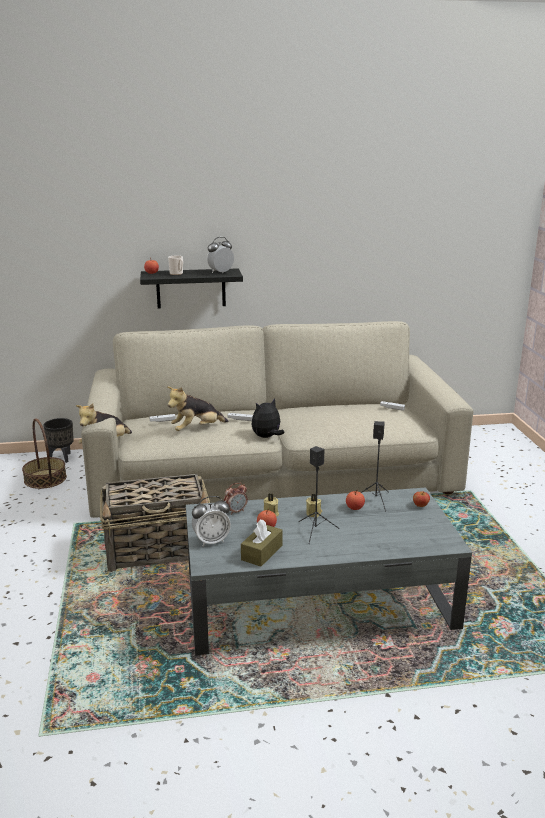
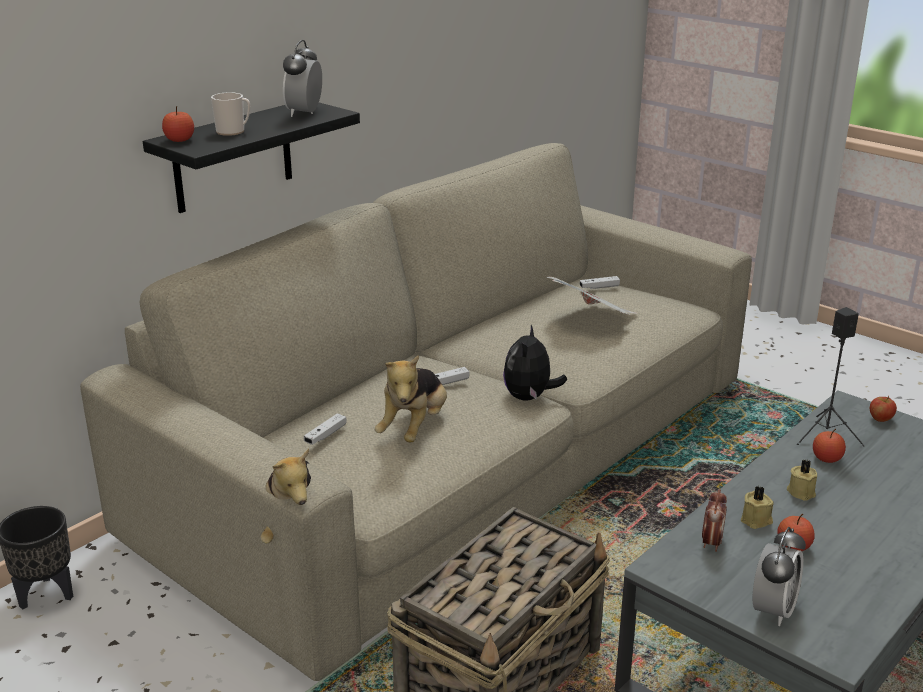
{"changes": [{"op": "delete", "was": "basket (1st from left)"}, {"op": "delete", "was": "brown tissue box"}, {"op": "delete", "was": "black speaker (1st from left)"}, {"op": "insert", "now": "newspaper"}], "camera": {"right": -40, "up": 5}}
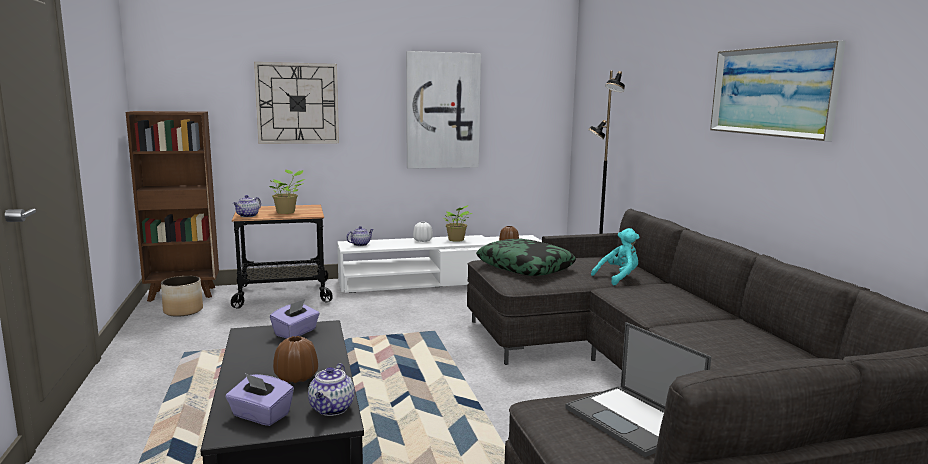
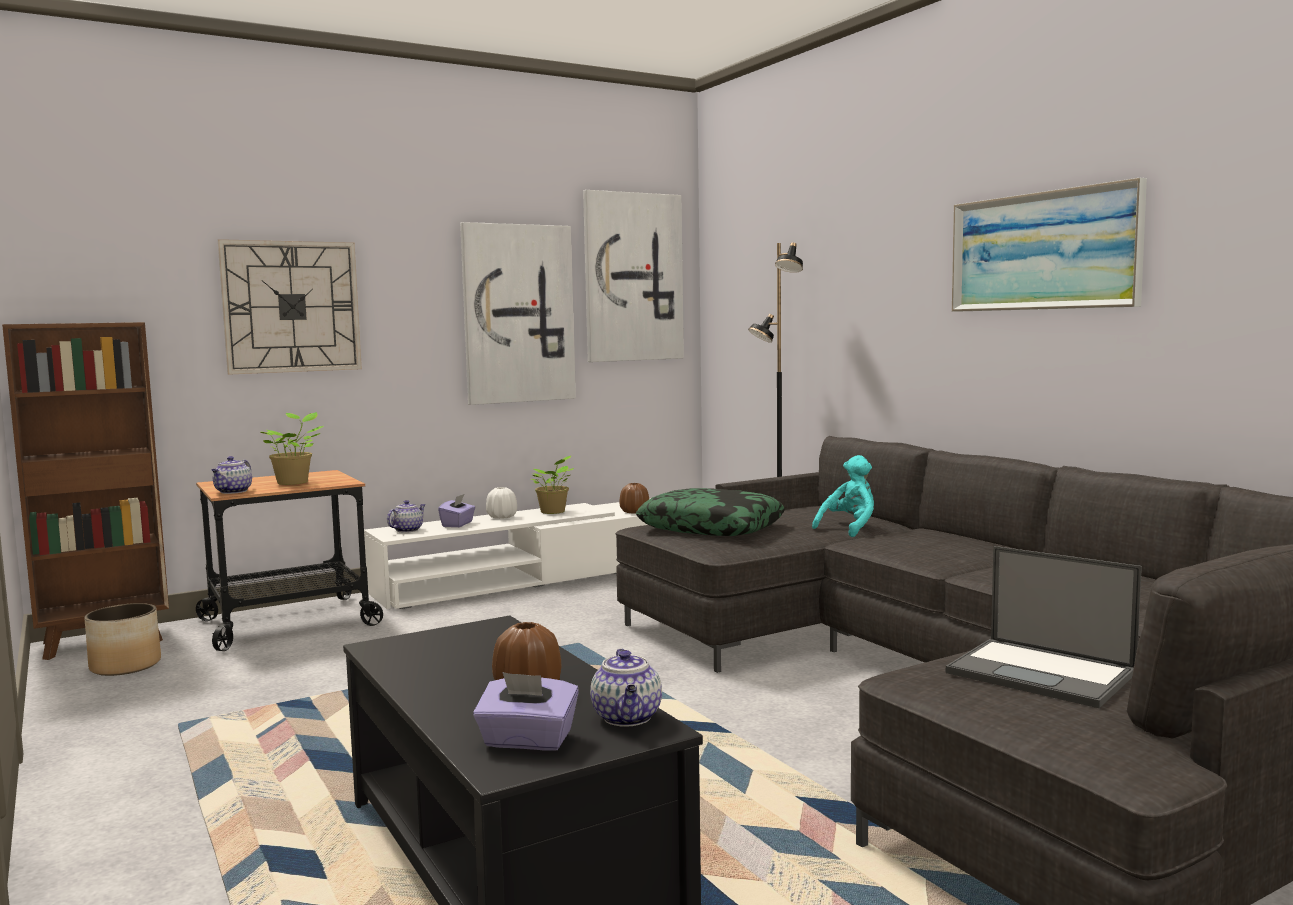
{"changes": [{"op": "move", "was": "purple tissue box (2nd from left in the first image)", "now": "purple tissue box (1st from left)"}, {"op": "insert", "now": "picture (2nd from left)"}], "camera": {"right": -15, "up": -5}}
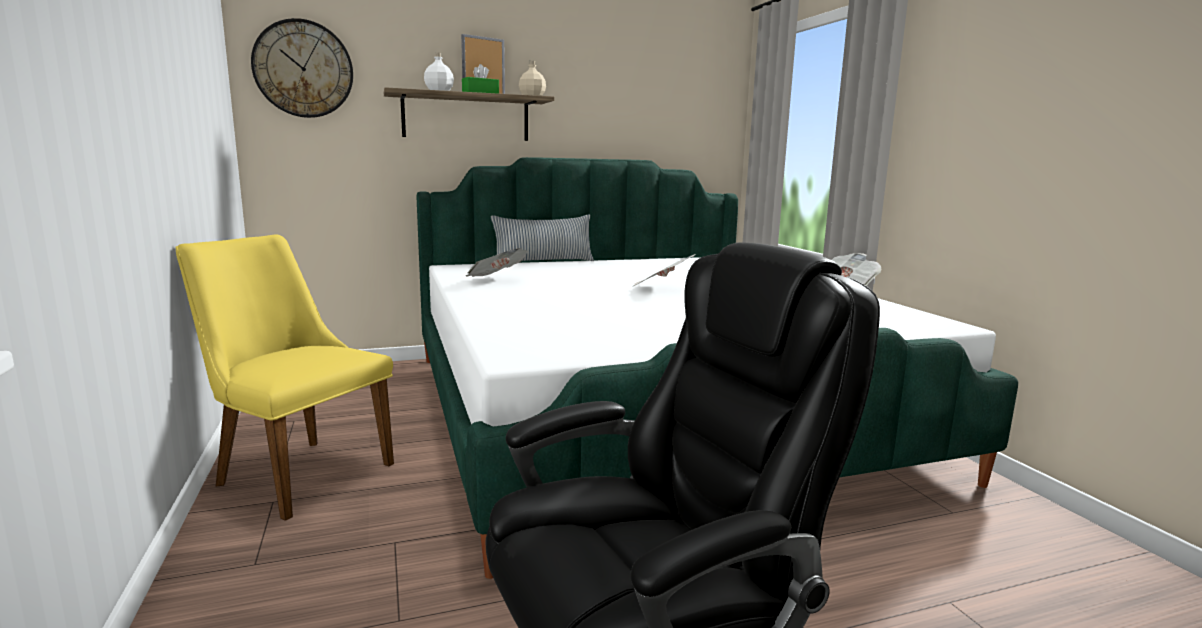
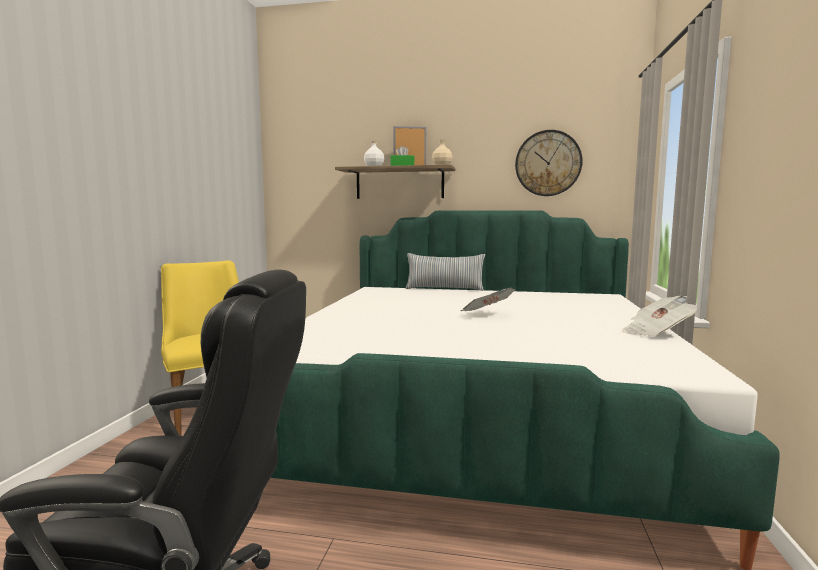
{"changes": [{"op": "move", "was": "wall clock"}, {"op": "delete", "was": "newspaper (1st from left)"}], "camera": {"right": 30, "up": -5}}
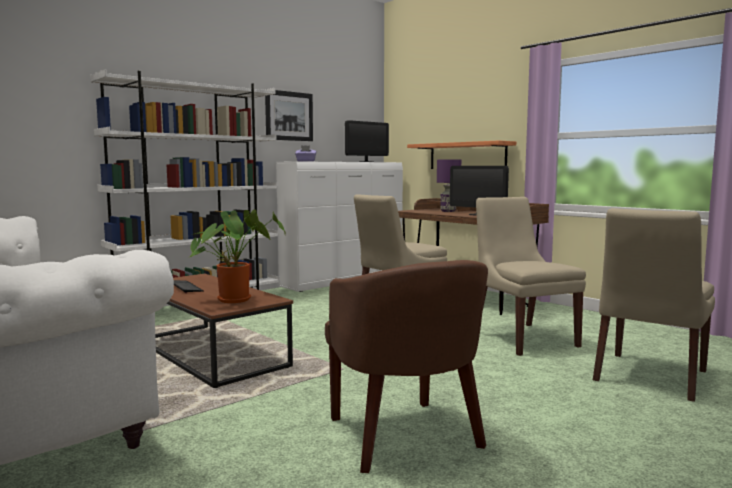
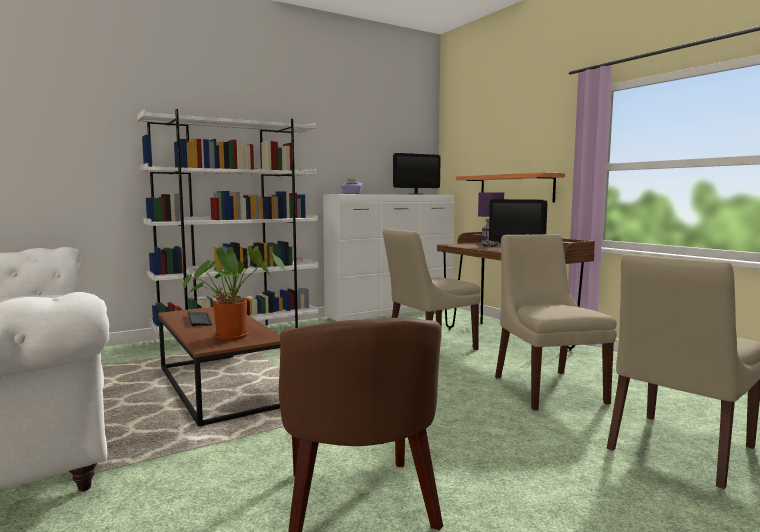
{"changes": [{"op": "delete", "was": "picture"}], "camera": {"right": 10, "up": 0}}
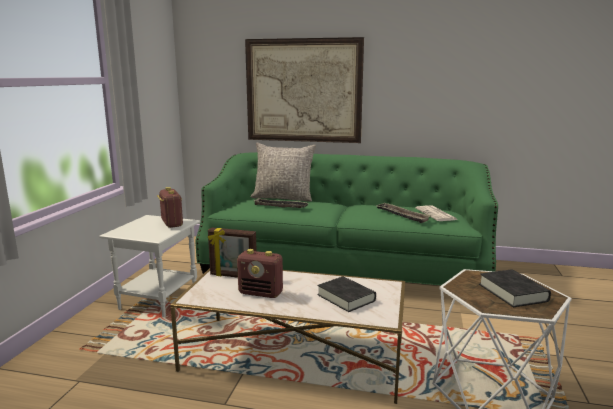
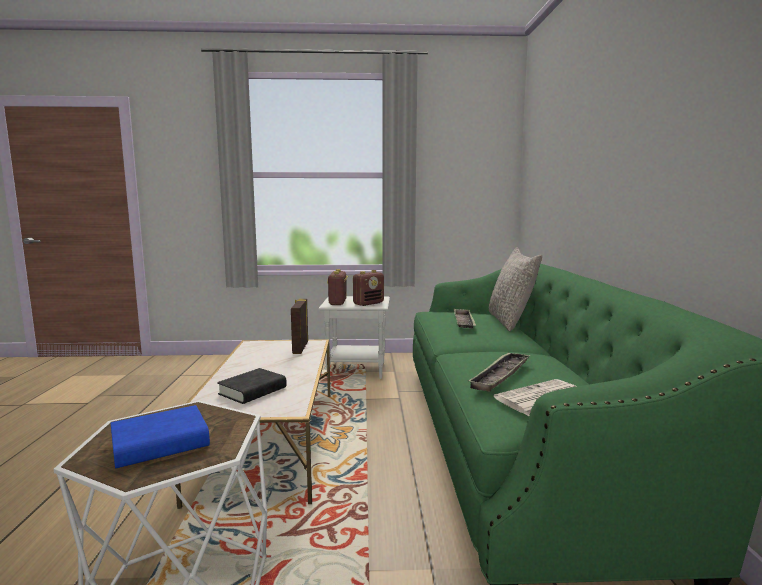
{"changes": [{"op": "move", "was": "radio (2nd from left in the first image)", "now": "radio (1st from left)"}, {"op": "delete", "was": "picture"}, {"op": "recolor", "was": "black book (2nd from left)", "now": "blue book"}], "camera": {"right": 75, "up": -5}}
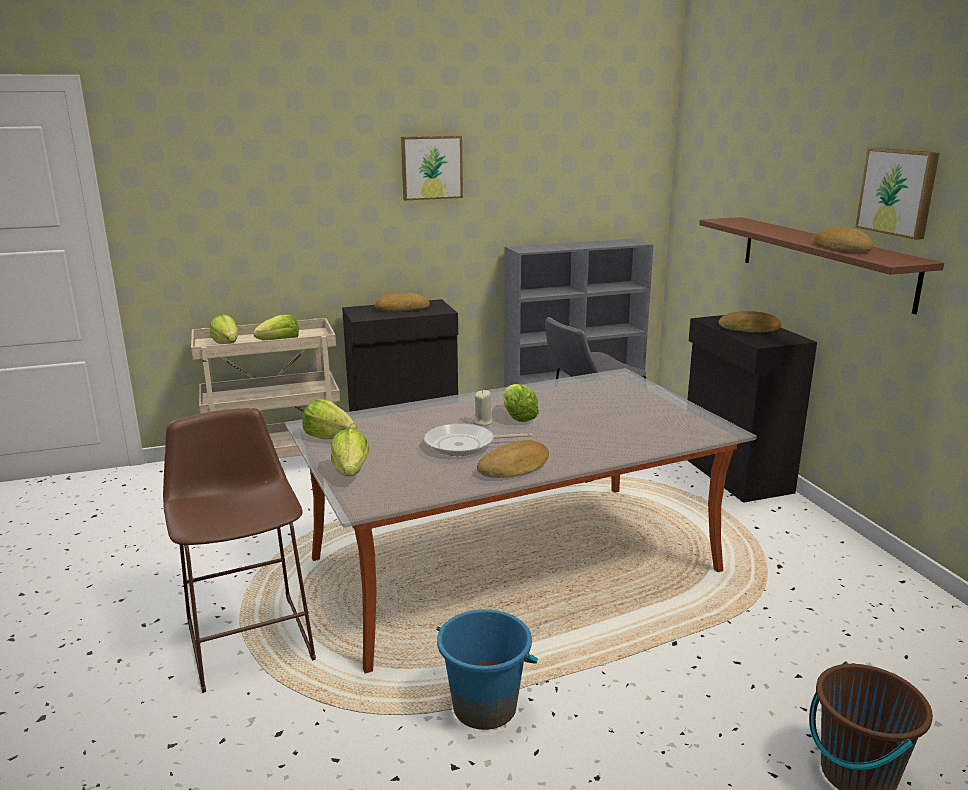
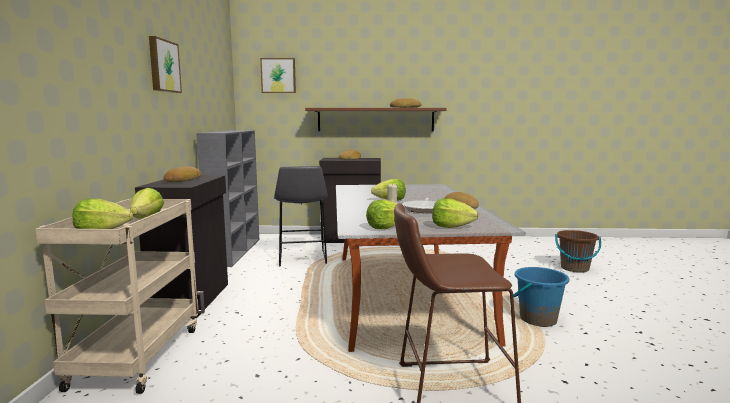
{"changes": [{"op": "move", "was": "picture (2nd from left)"}], "camera": {"right": -70, "up": -10}}
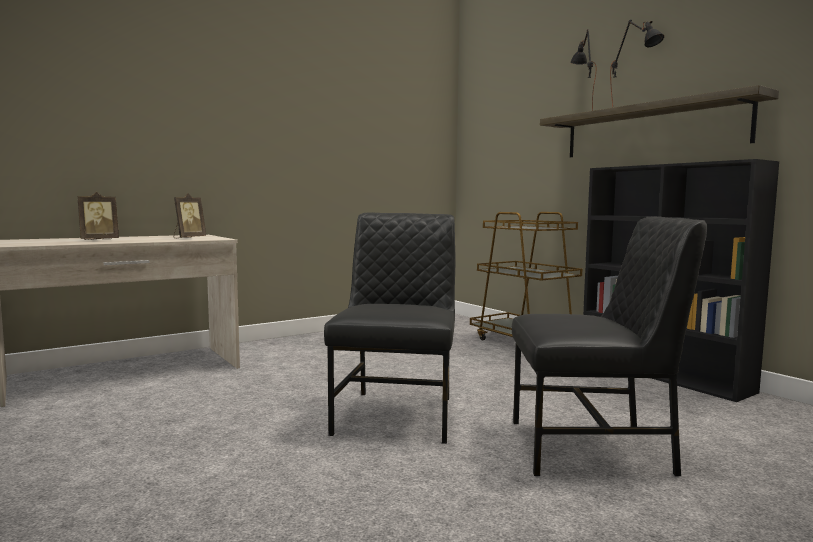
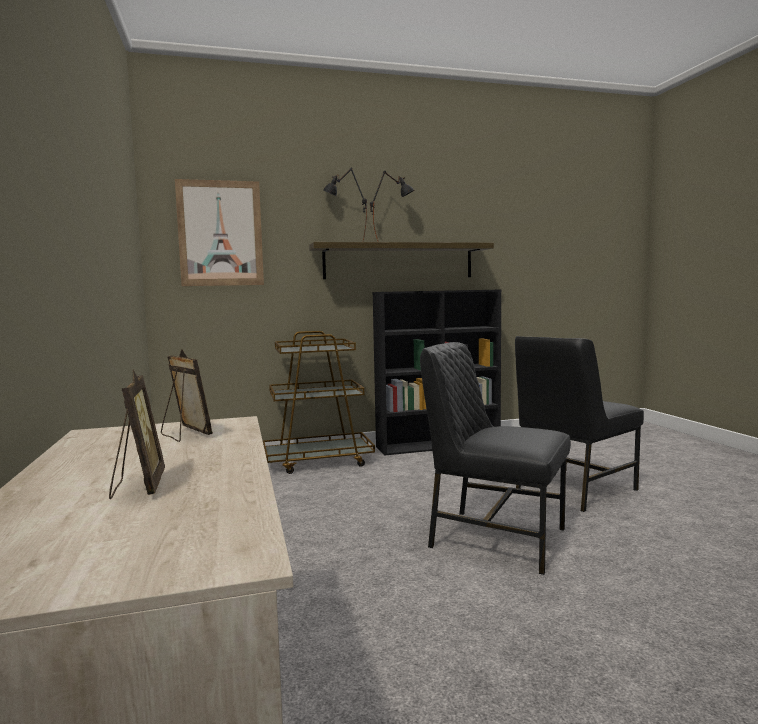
{"changes": [{"op": "rotate", "was": "black chair (2nd from left)", "clockwise": -150}, {"op": "insert", "now": "picture"}], "camera": {"right": -70, "up": 0}}
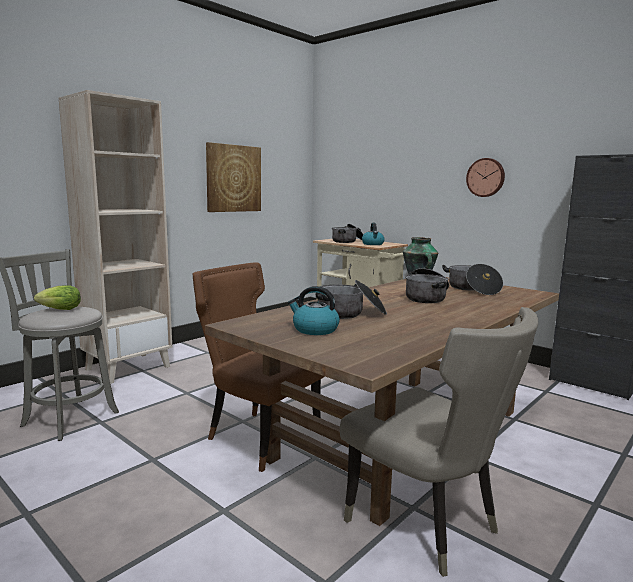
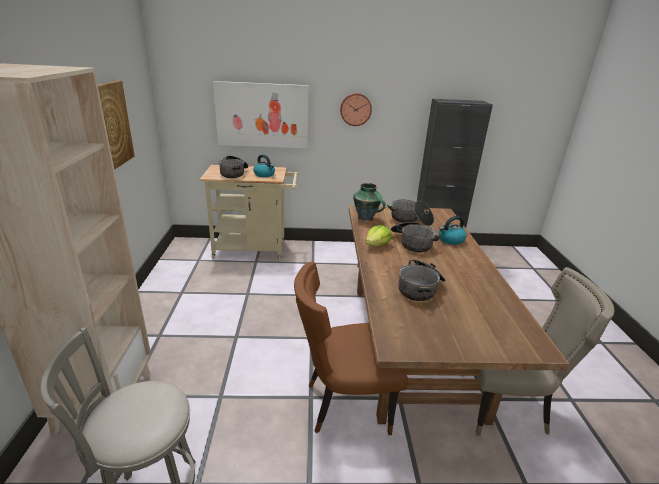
{"changes": [{"op": "move", "was": "lettuce"}, {"op": "move", "was": "kettle (1st from left in the first image)", "now": "kettle (2nd from left)"}, {"op": "insert", "now": "picture (2nd from left)"}], "camera": {"right": -45, "up": 15}}
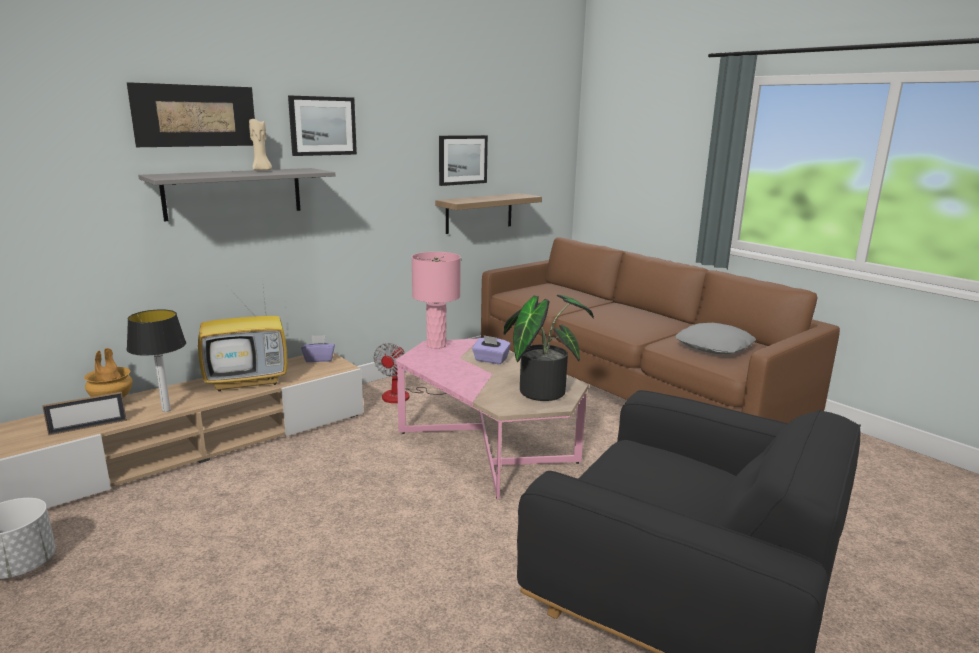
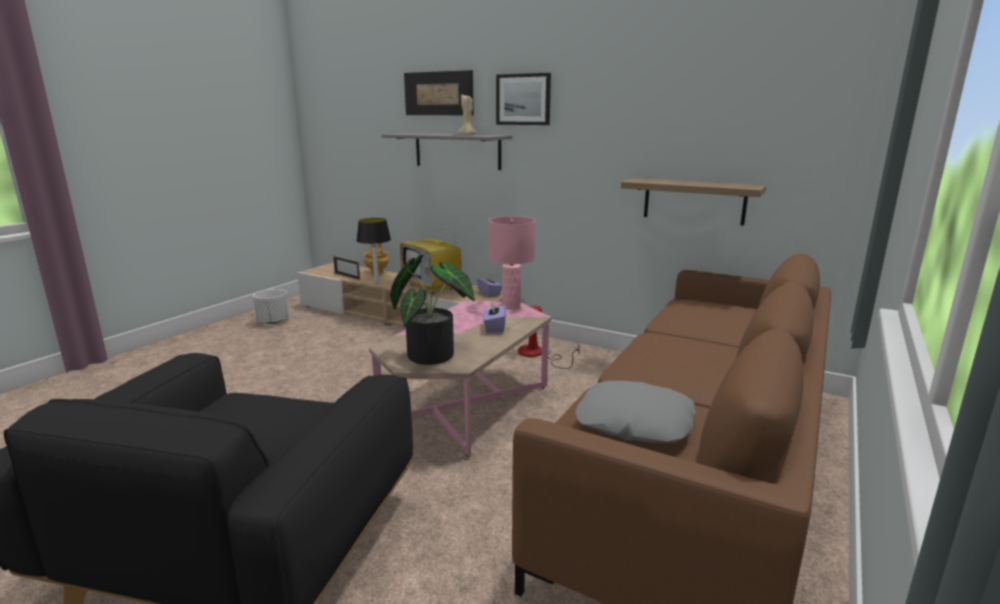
{"changes": [{"op": "delete", "was": "picture (3rd from left)"}], "camera": {"right": 70, "up": 0}}
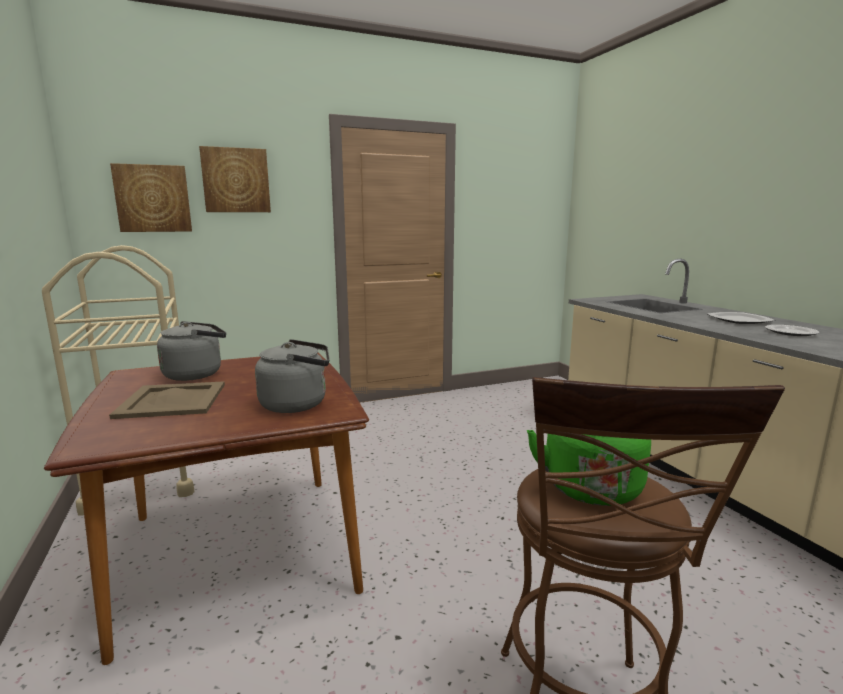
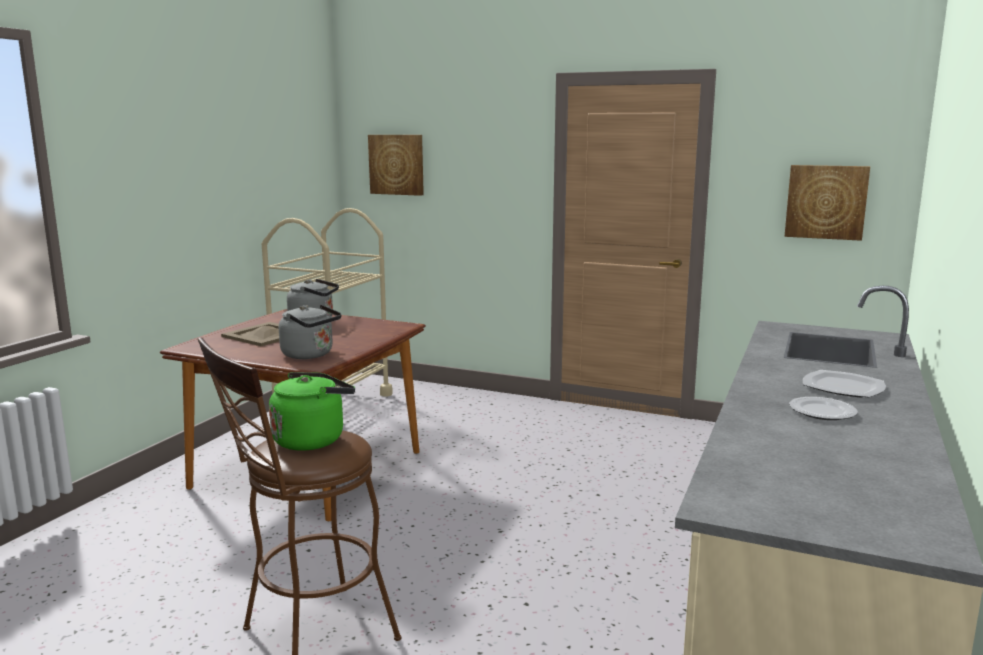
{"changes": [{"op": "move", "was": "picture (2nd from left)"}], "camera": {"right": 45, "up": 0}}
